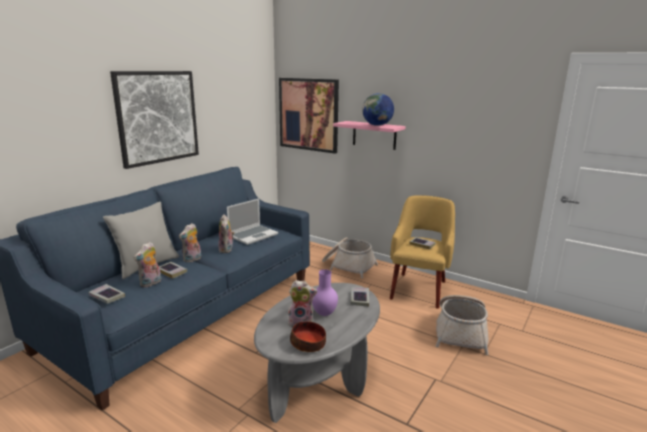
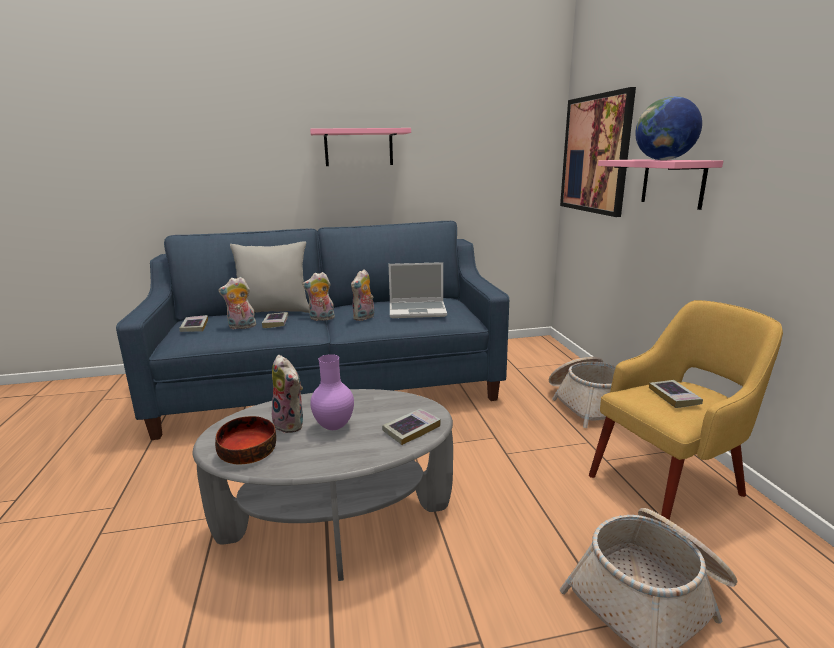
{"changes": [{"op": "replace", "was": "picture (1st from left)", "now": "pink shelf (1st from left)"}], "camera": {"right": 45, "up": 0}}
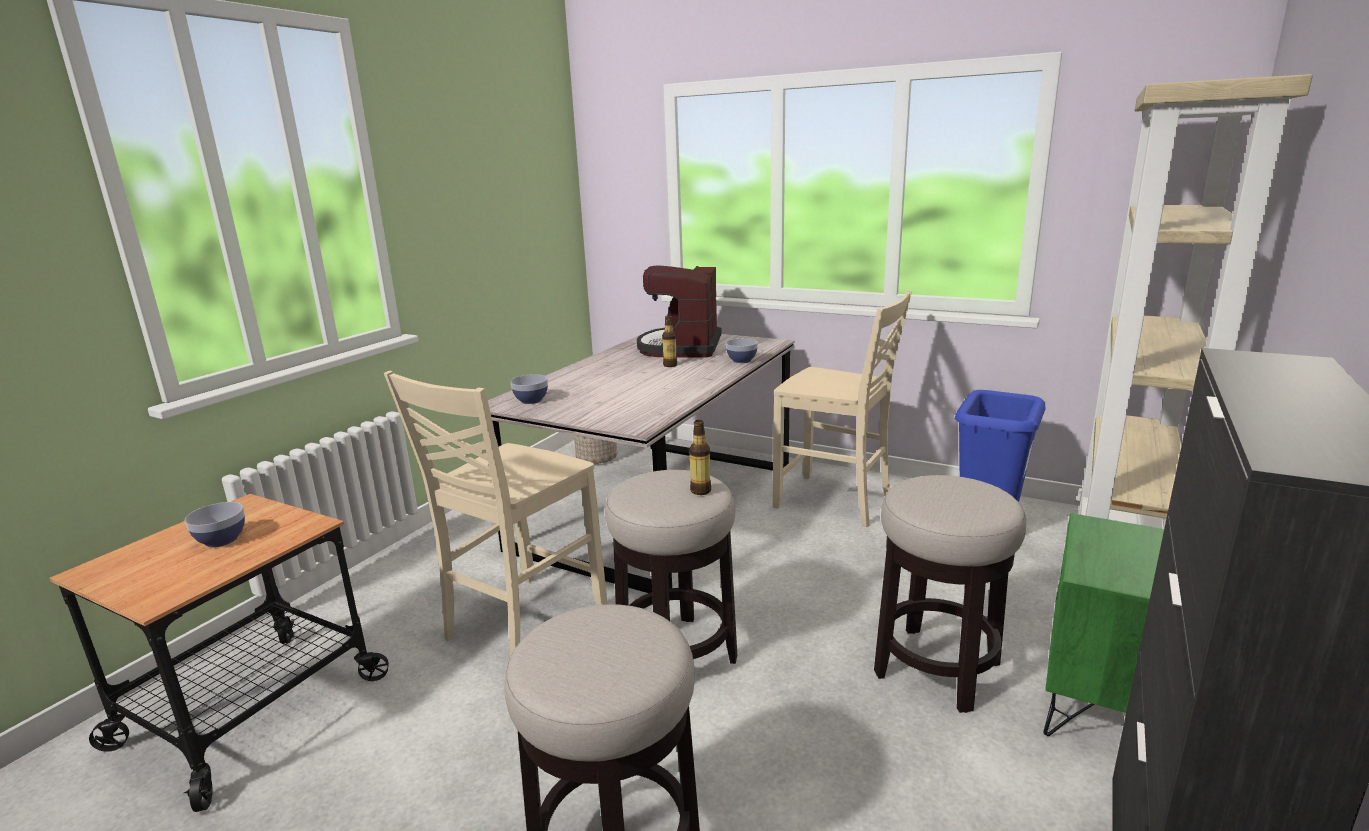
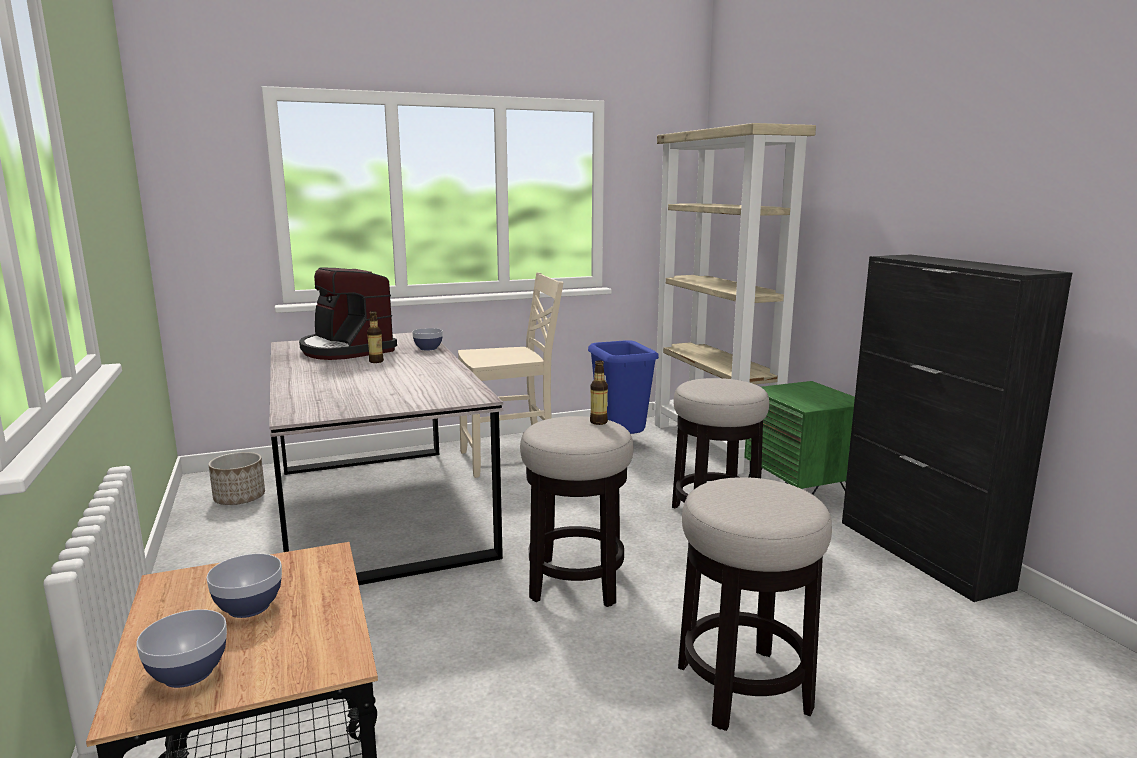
{"changes": [{"op": "delete", "was": "beige chair (1st from left)"}, {"op": "move", "was": "bowl (2nd from left in the first image)", "now": "bowl (1st from left)"}], "camera": {"right": -50, "up": -5}}
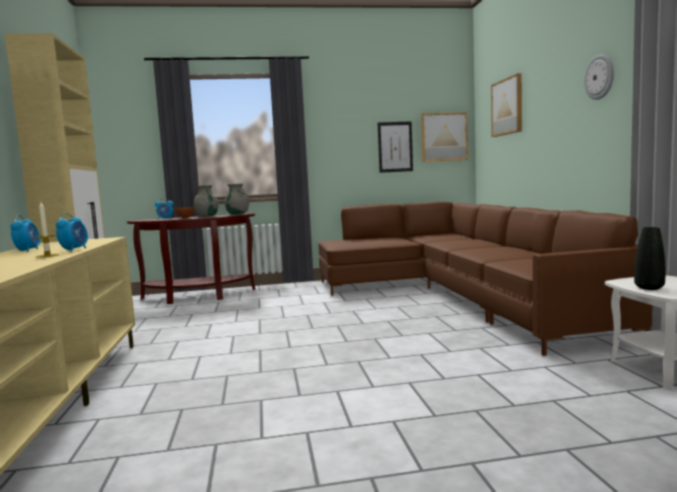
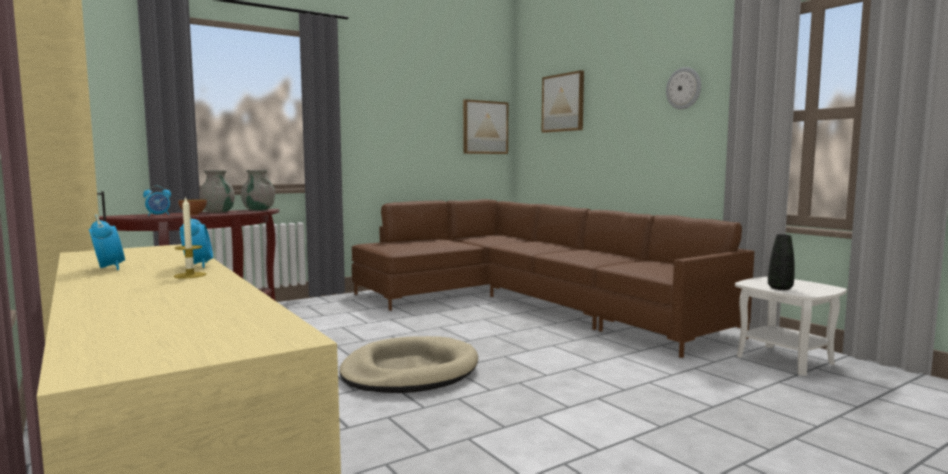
{"changes": [{"op": "delete", "was": "picture (1st from left)"}, {"op": "insert", "now": "beige dog bed"}], "camera": {"right": -25, "up": 0}}
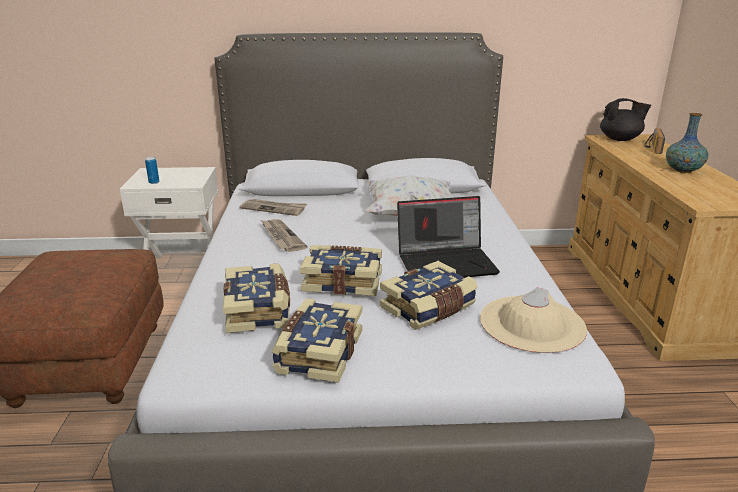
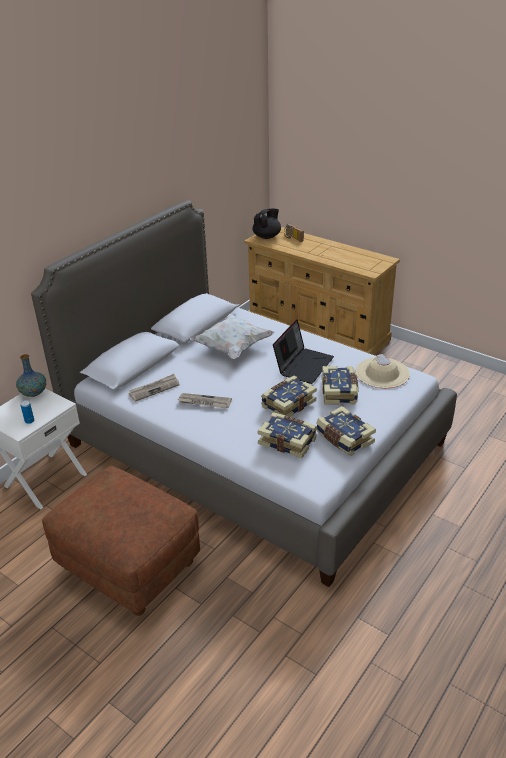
{"changes": [{"op": "move", "was": "vase"}], "camera": {"right": -50, "up": 10}}
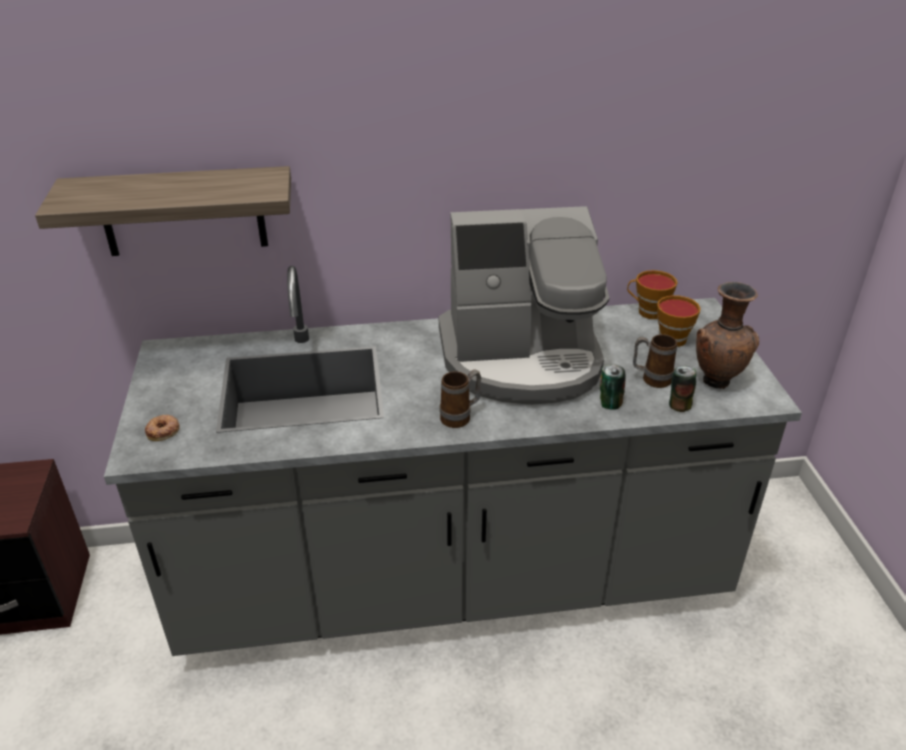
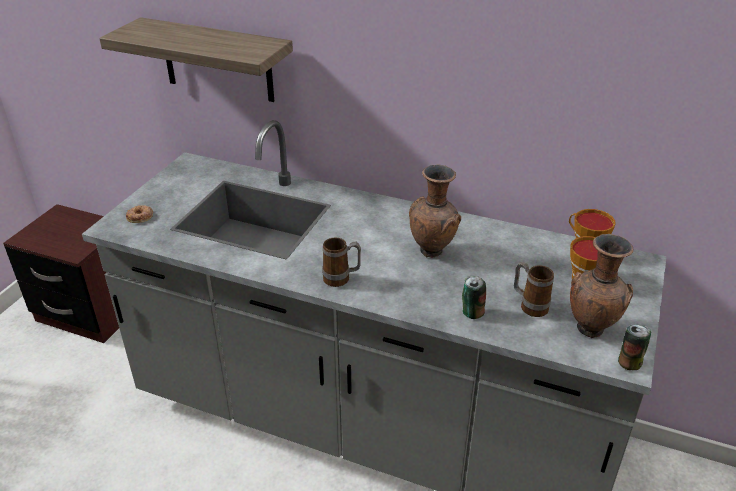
{"changes": [{"op": "replace", "was": "coffee machine", "now": "brown vase (1st from left)"}, {"op": "move", "was": "can (2nd from left)"}], "camera": {"right": 30, "up": 0}}
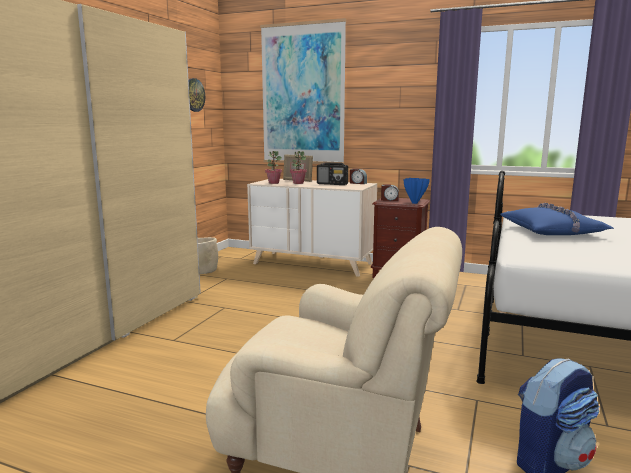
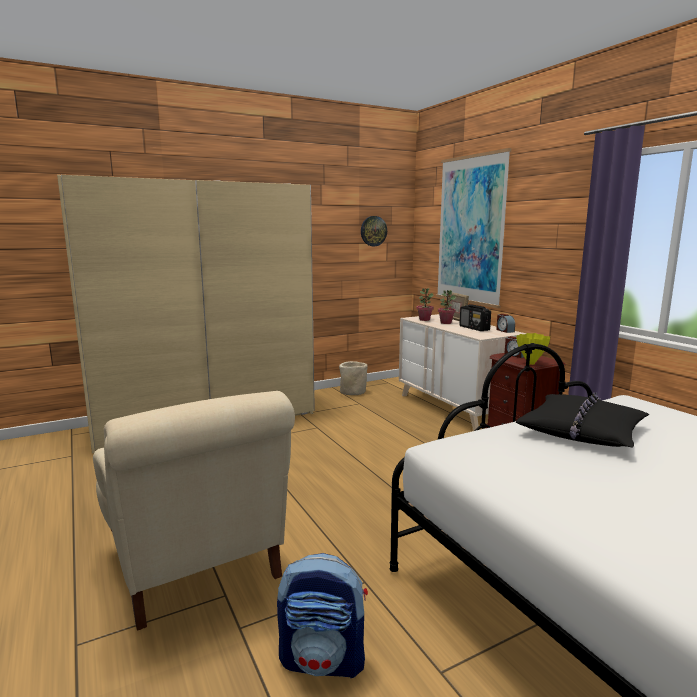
{"changes": [{"op": "recolor", "was": "blue vase", "now": "yellow vase"}, {"op": "recolor", "was": "blue pillow", "now": "black pillow"}], "camera": {"right": 40, "up": 0}}
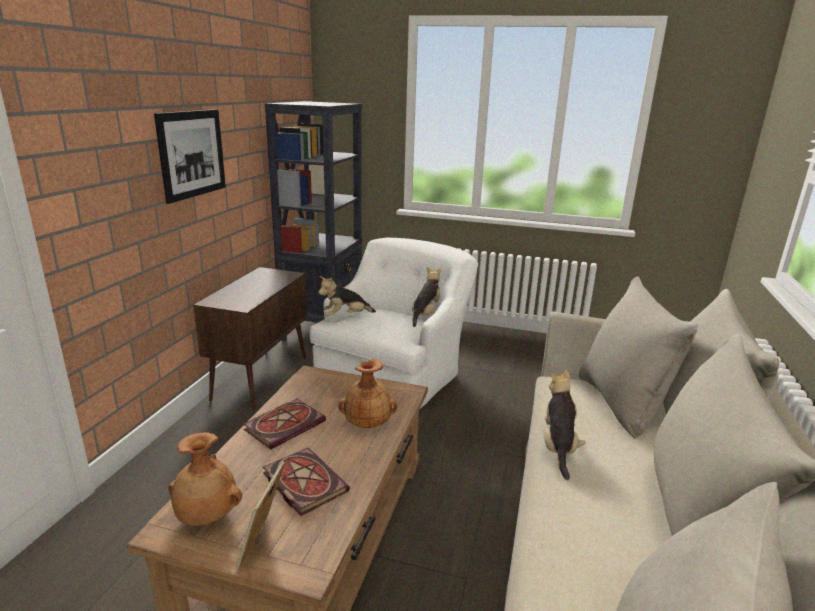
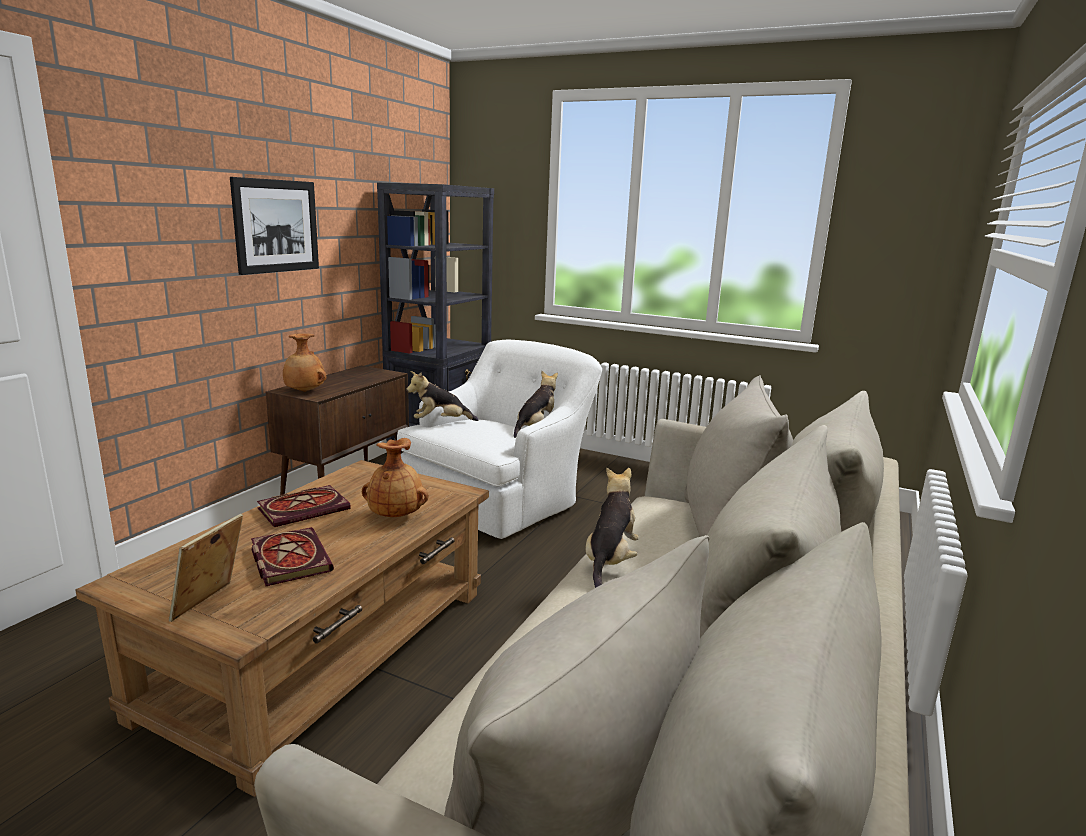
{"changes": [{"op": "move", "was": "brown vase (1st from left)"}], "camera": {"right": 10, "up": -5}}
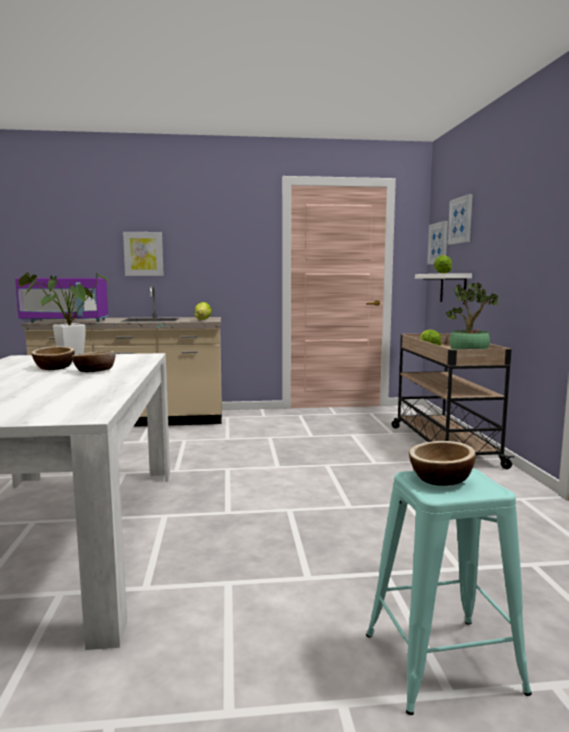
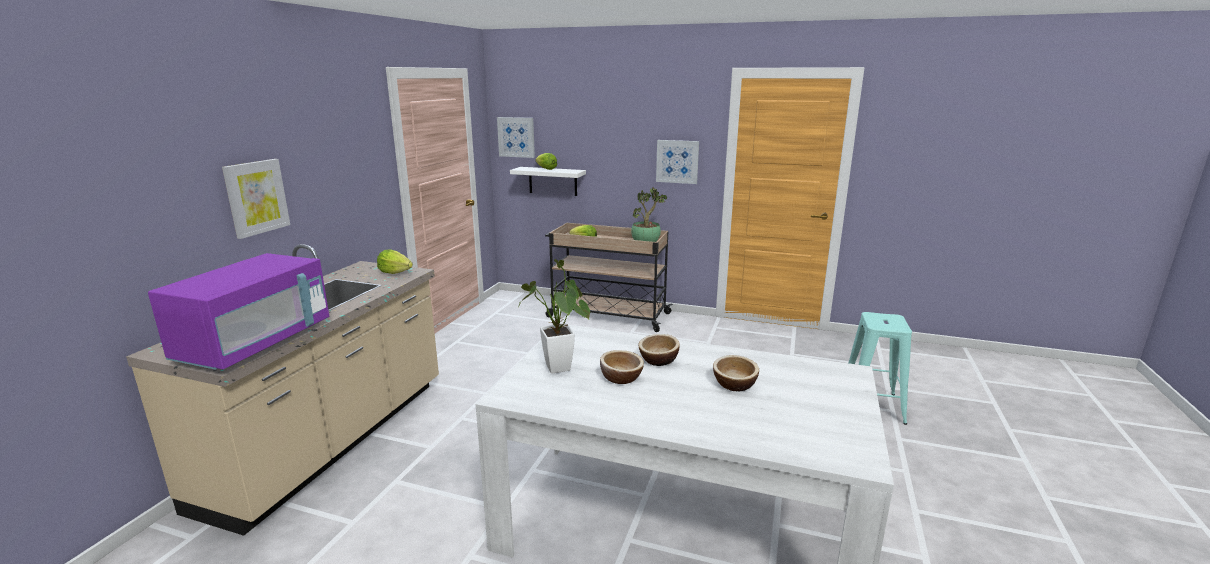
{"changes": [{"op": "move", "was": "bowl (3rd from left)"}, {"op": "move", "was": "picture (3rd from left)"}], "camera": {"right": -65, "up": 10}}
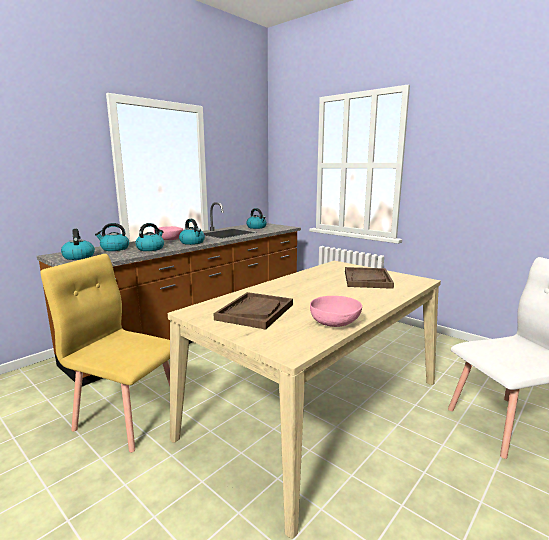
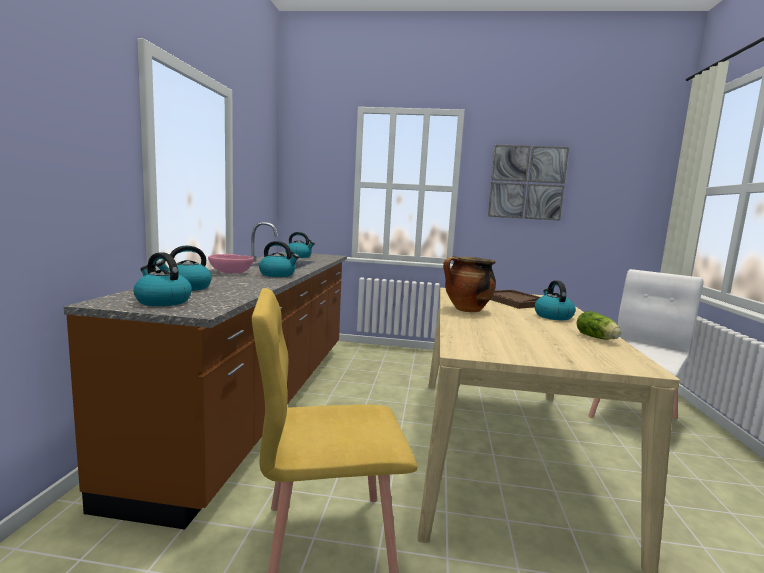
{"changes": [{"op": "move", "was": "kettle (3rd from left in the first image)", "now": "kettle (5th from left)"}, {"op": "delete", "was": "brown tray (1st from left)"}, {"op": "replace", "was": "pink bowl (2nd from left)", "now": "lettuce"}, {"op": "insert", "now": "cooking pot"}, {"op": "insert", "now": "picture"}], "camera": {"right": -35, "up": -5}}
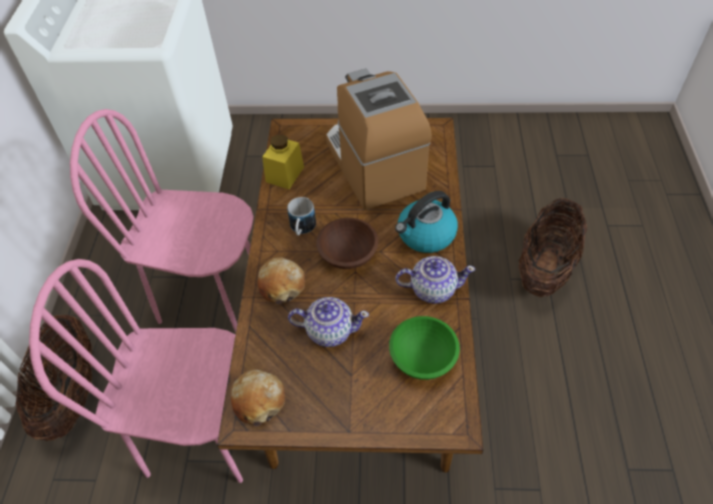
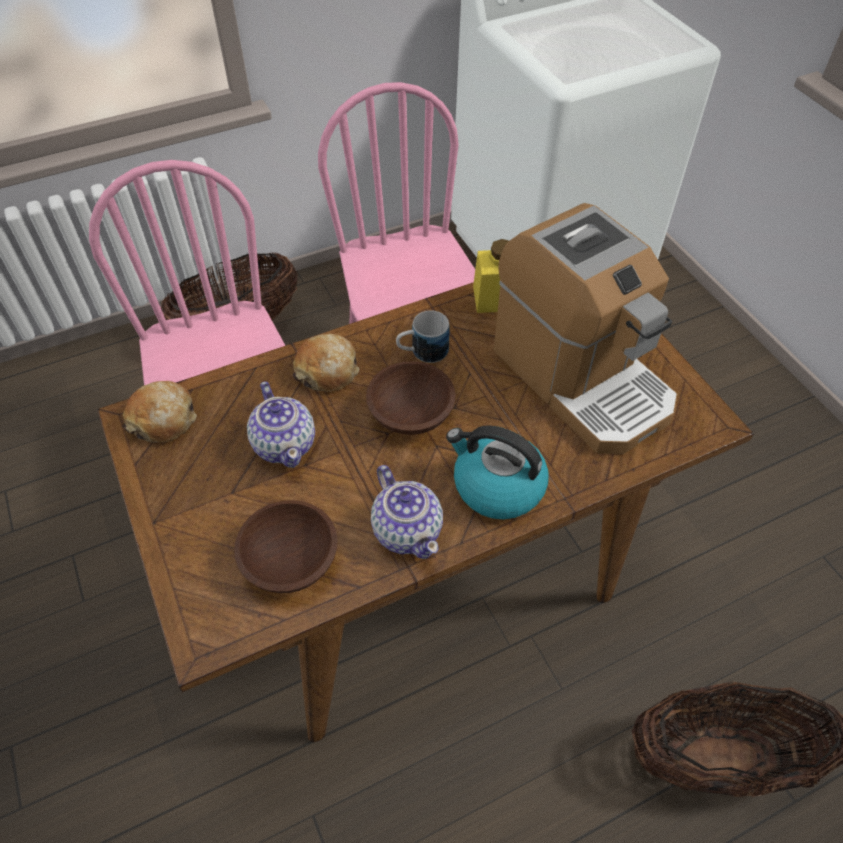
{"changes": [{"op": "rotate", "was": "coffee machine", "clockwise": 105}, {"op": "recolor", "was": "green bowl", "now": "brown bowl (1st from left)"}], "camera": {"right": 60, "up": 0}}
